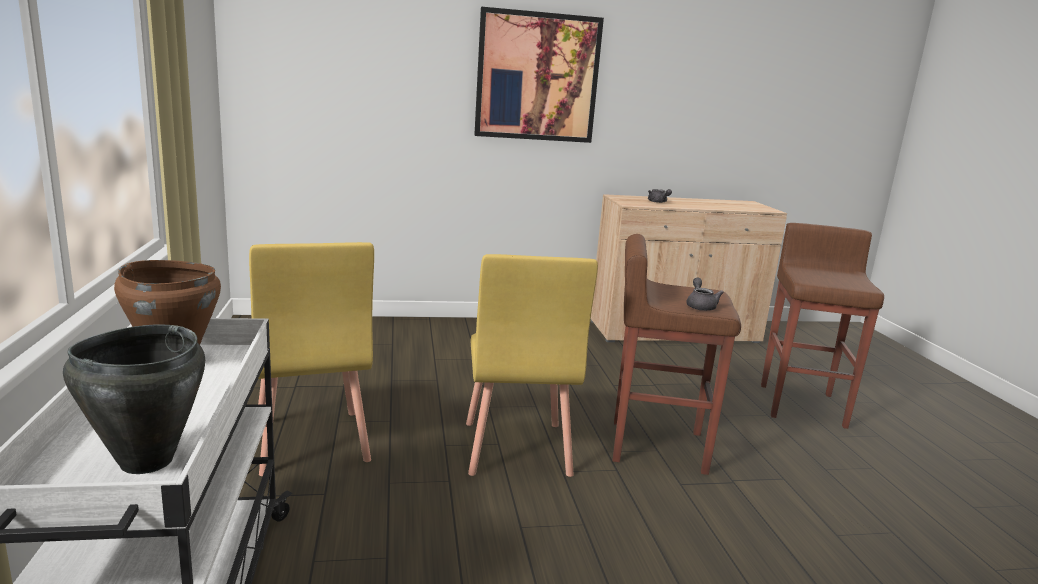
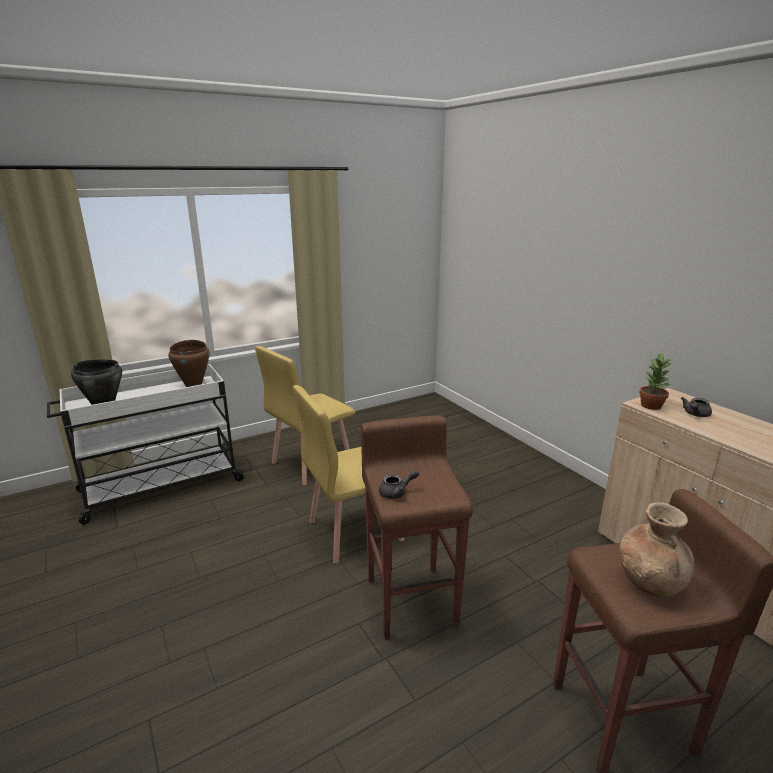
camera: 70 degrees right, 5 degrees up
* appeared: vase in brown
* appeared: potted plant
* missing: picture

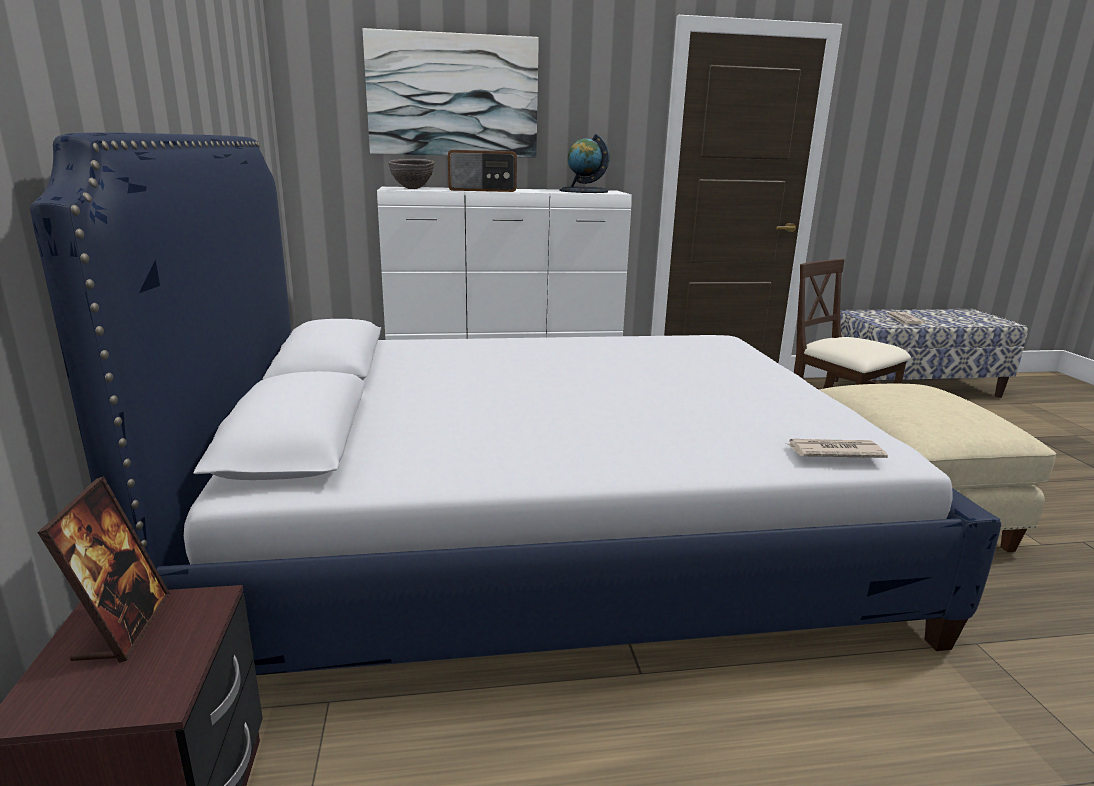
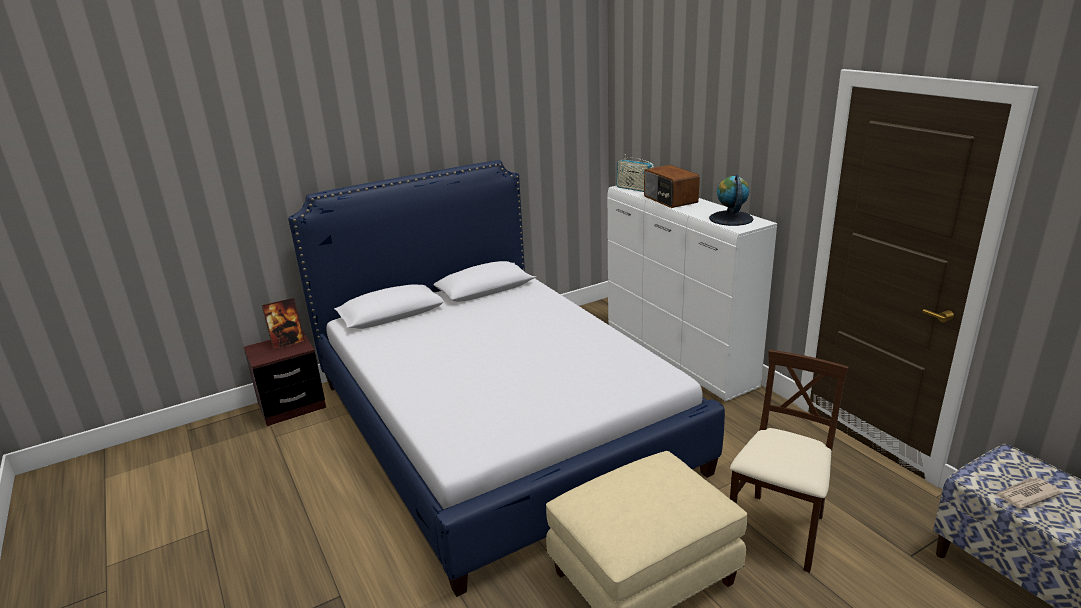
camera: 70 degrees right, 5 degrees up
* exchanged: bowl in brown to radio (no. 1 from left)
* missing: picture
* missing: newspaper (no. 1 from left)

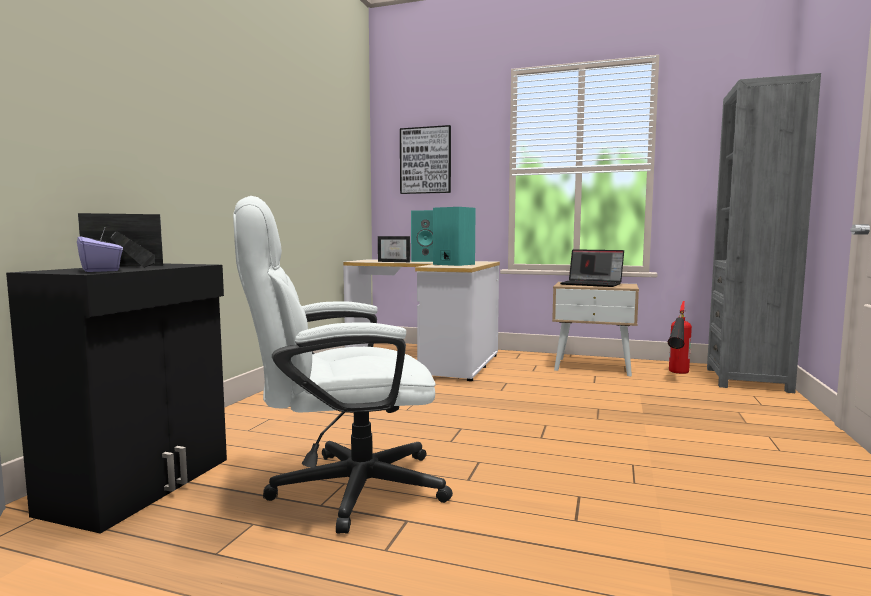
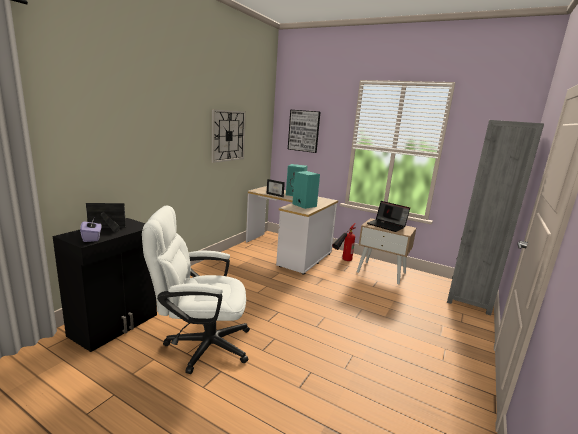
camera: 10 degrees right, 10 degrees up
* appeared: wall clock
* relocated: fire extinguisher

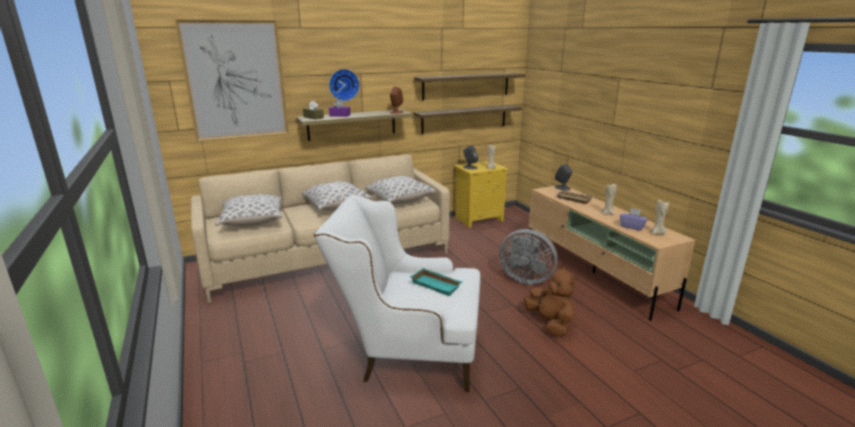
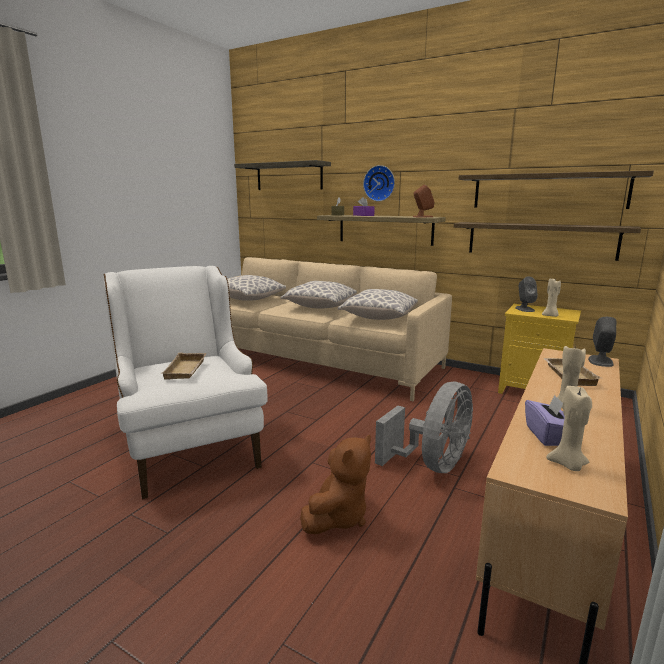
camera: 55 degrees right, 5 degrees down
* colour: tray in turquoise to tray in beige (no. 1 from left)
* exchanged: picture to shelf (no. 1 from left)
* spun: fan in grey 135 degrees counterclockwise

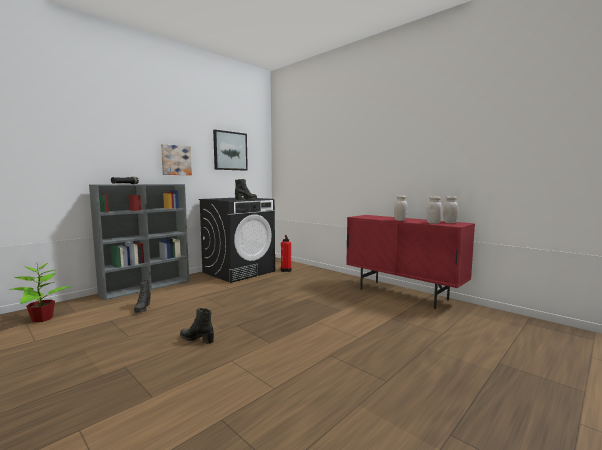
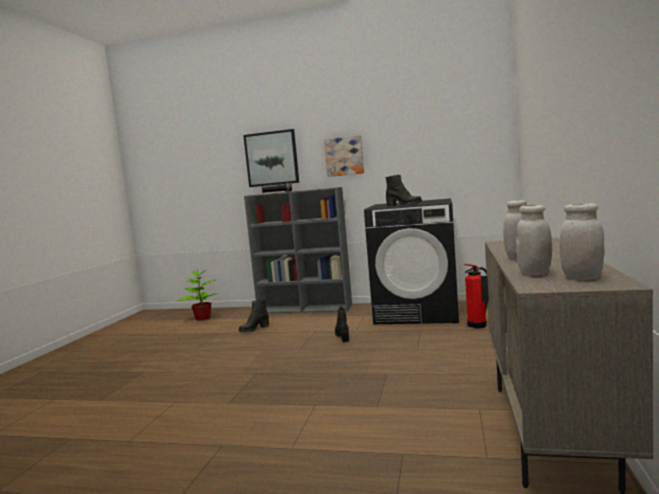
camera: 60 degrees right, 0 degrees up
* relocated: picture (no. 2 from left in the first image) to picture (no. 1 from left)
* relocated: boot in black (no. 2 from left)
* colour: cabinet in red to cabinet in beige

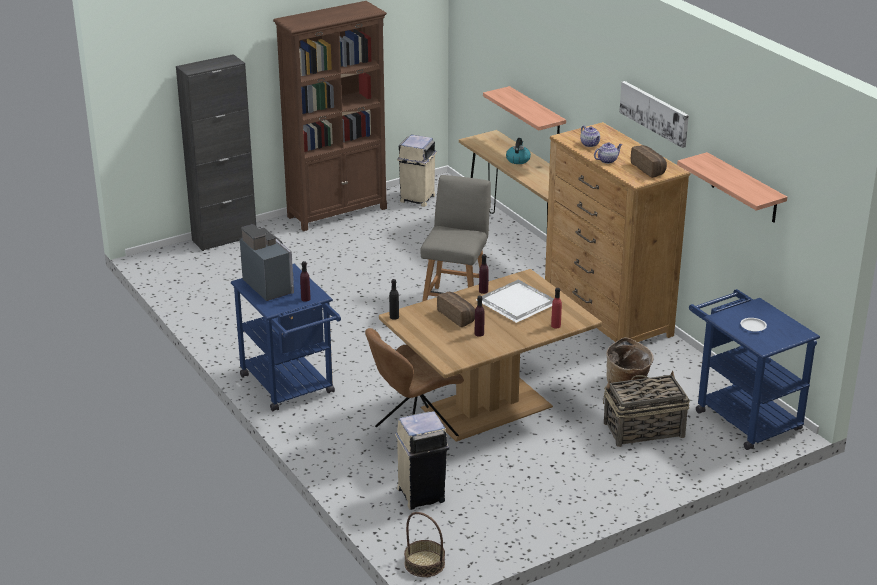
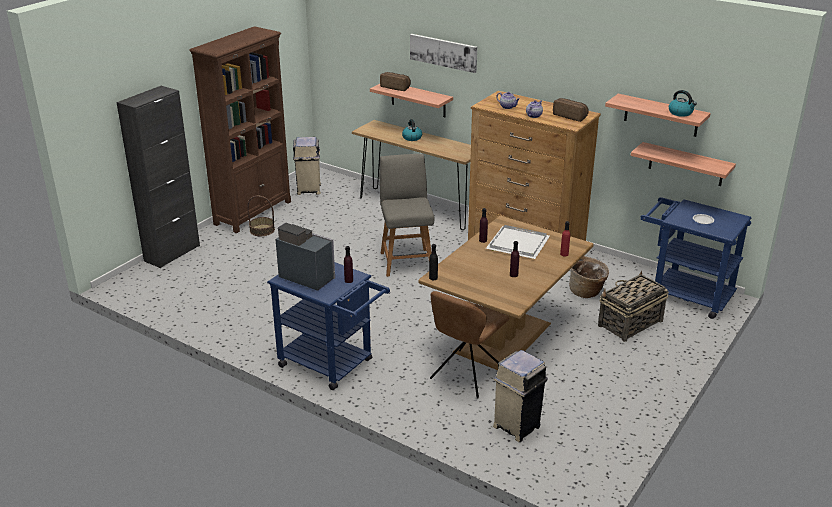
camera: 25 degrees left, 0 degrees up
* relocated: basket (no. 1 from left)
* relocated: bread (no. 1 from left)
* relocated: picture
* appeared: shelf (no. 3 from left)
* appeared: kettle (no. 2 from left)

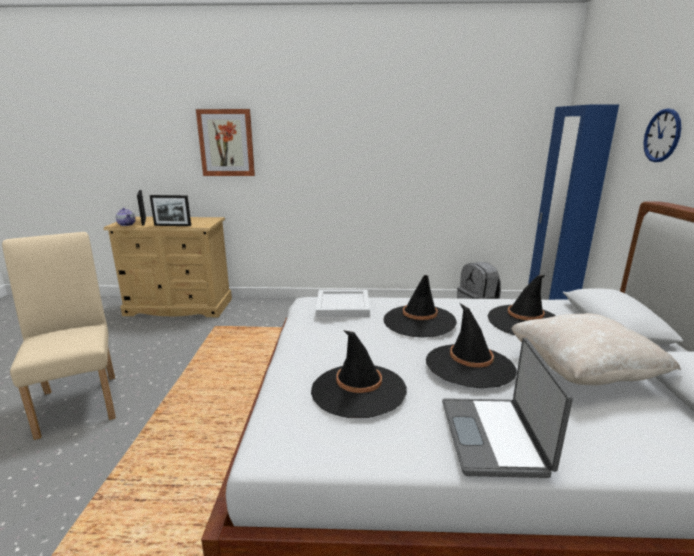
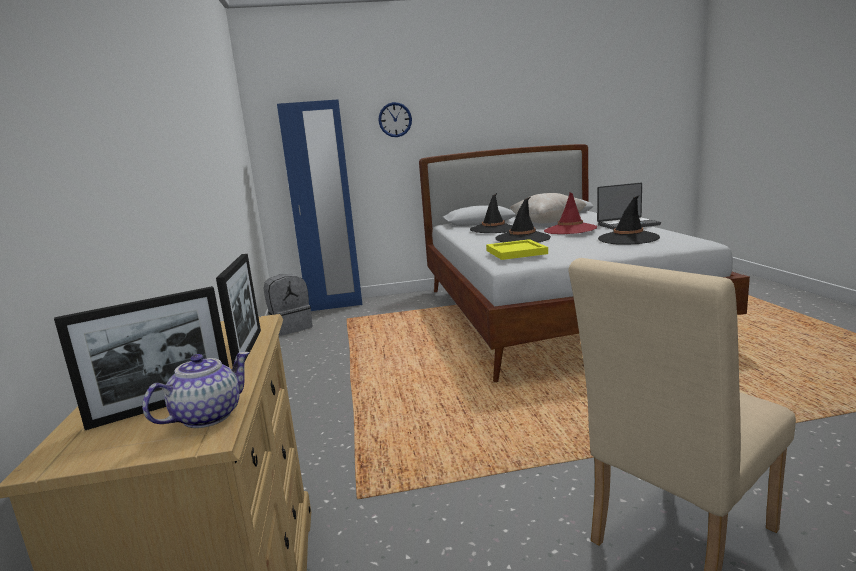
camera: 100 degrees left, 5 degrees down
* colour: tray in white to tray in yellow
* colour: hat in black (no. 3 from left) to hat in red
* missing: picture

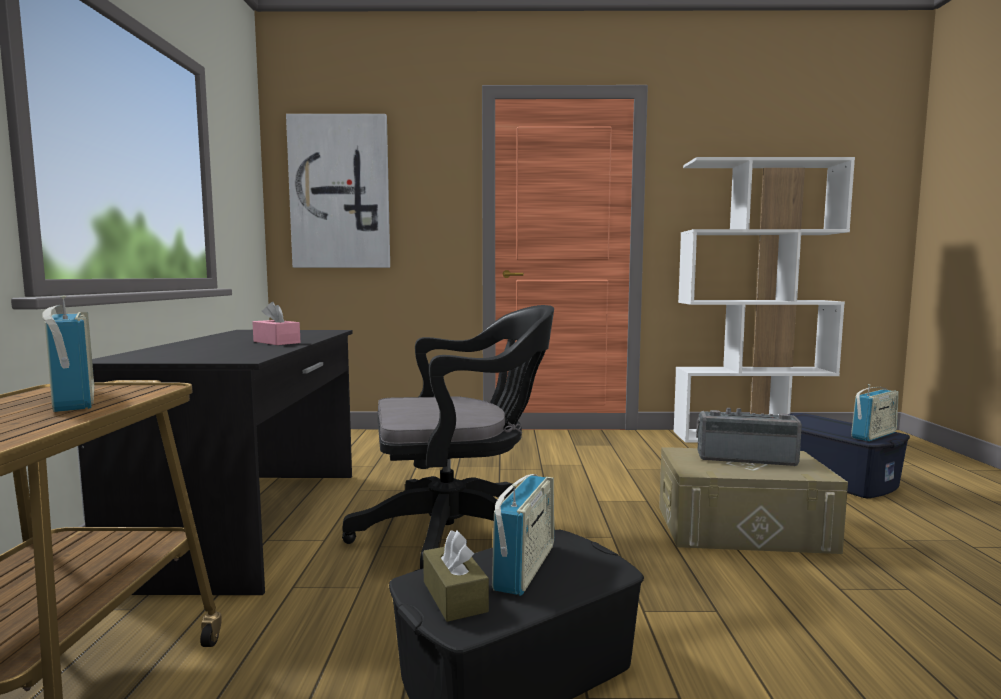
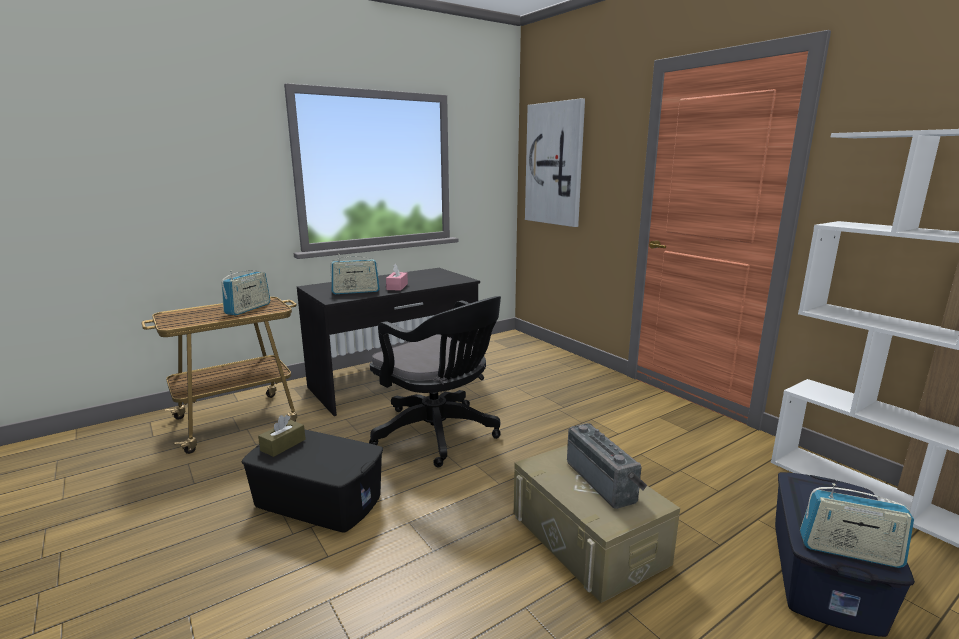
camera: 55 degrees right, 10 degrees up
* relocated: radio (no. 2 from left)

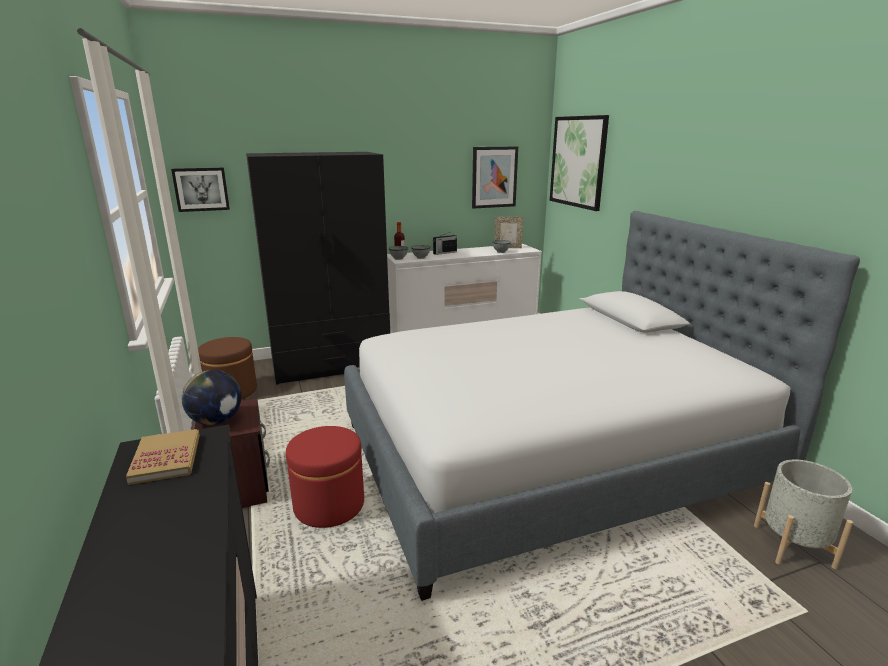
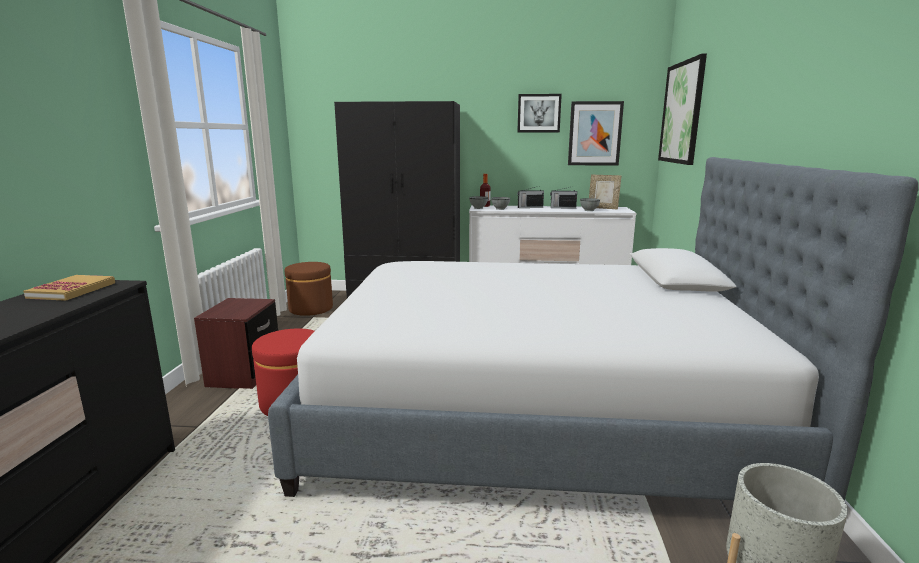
camera: 25 degrees right, 5 degrees down
* relocated: picture (no. 1 from left)
* appeared: radio (no. 2 from left)
* missing: globe

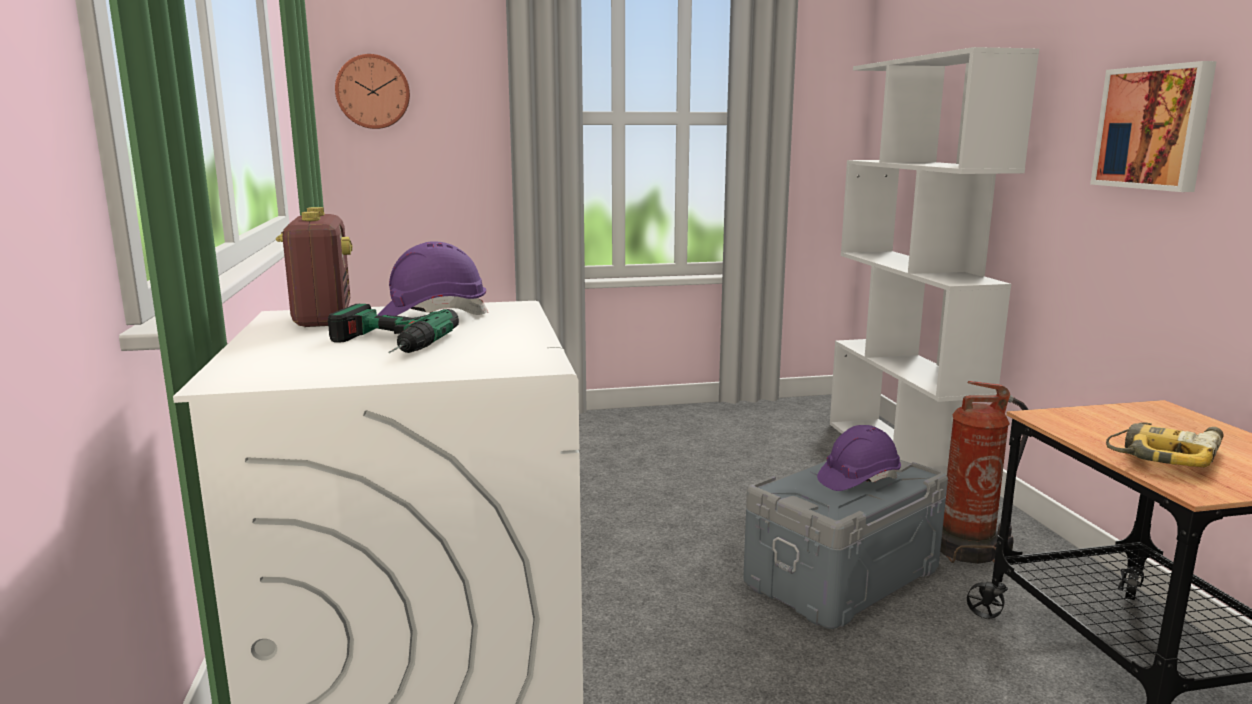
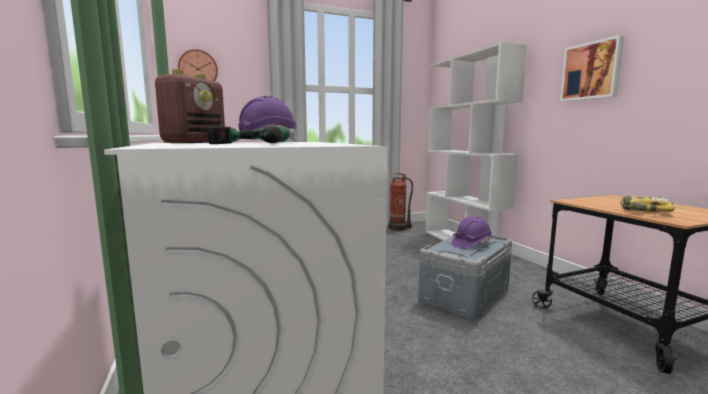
camera: 10 degrees left, 5 degrees down
* spun: radio 45 degrees clockwise
* relocated: fire extinguisher

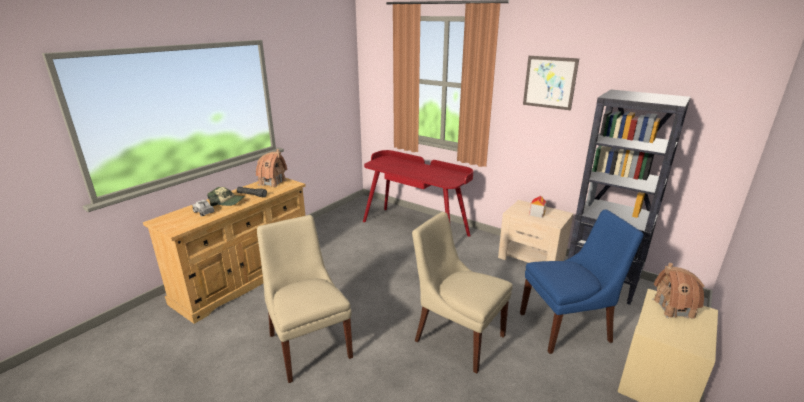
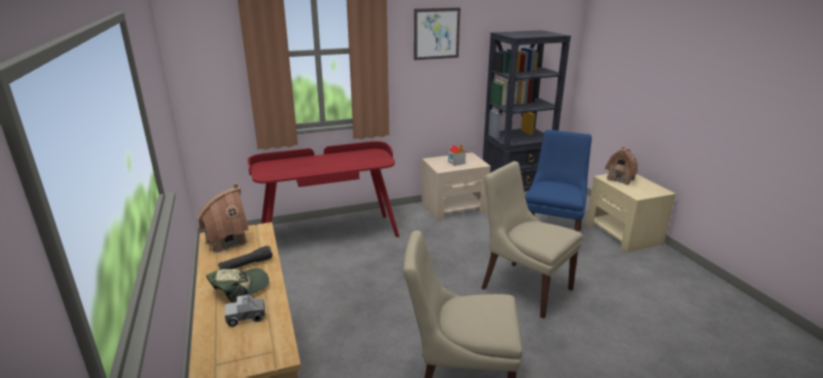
camera: 55 degrees left, 0 degrees up
* spun: chair in beige (no. 2 from left) 60 degrees clockwise

